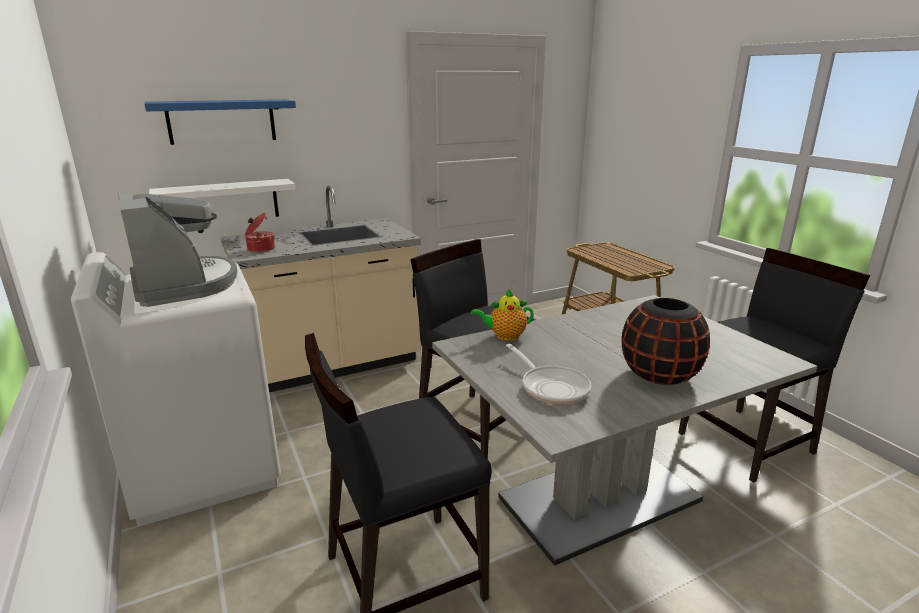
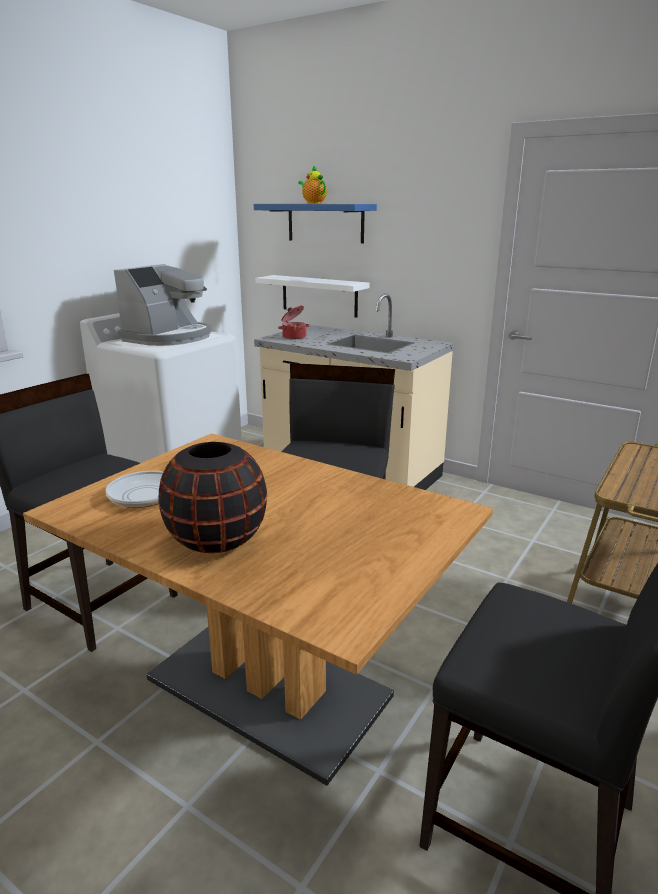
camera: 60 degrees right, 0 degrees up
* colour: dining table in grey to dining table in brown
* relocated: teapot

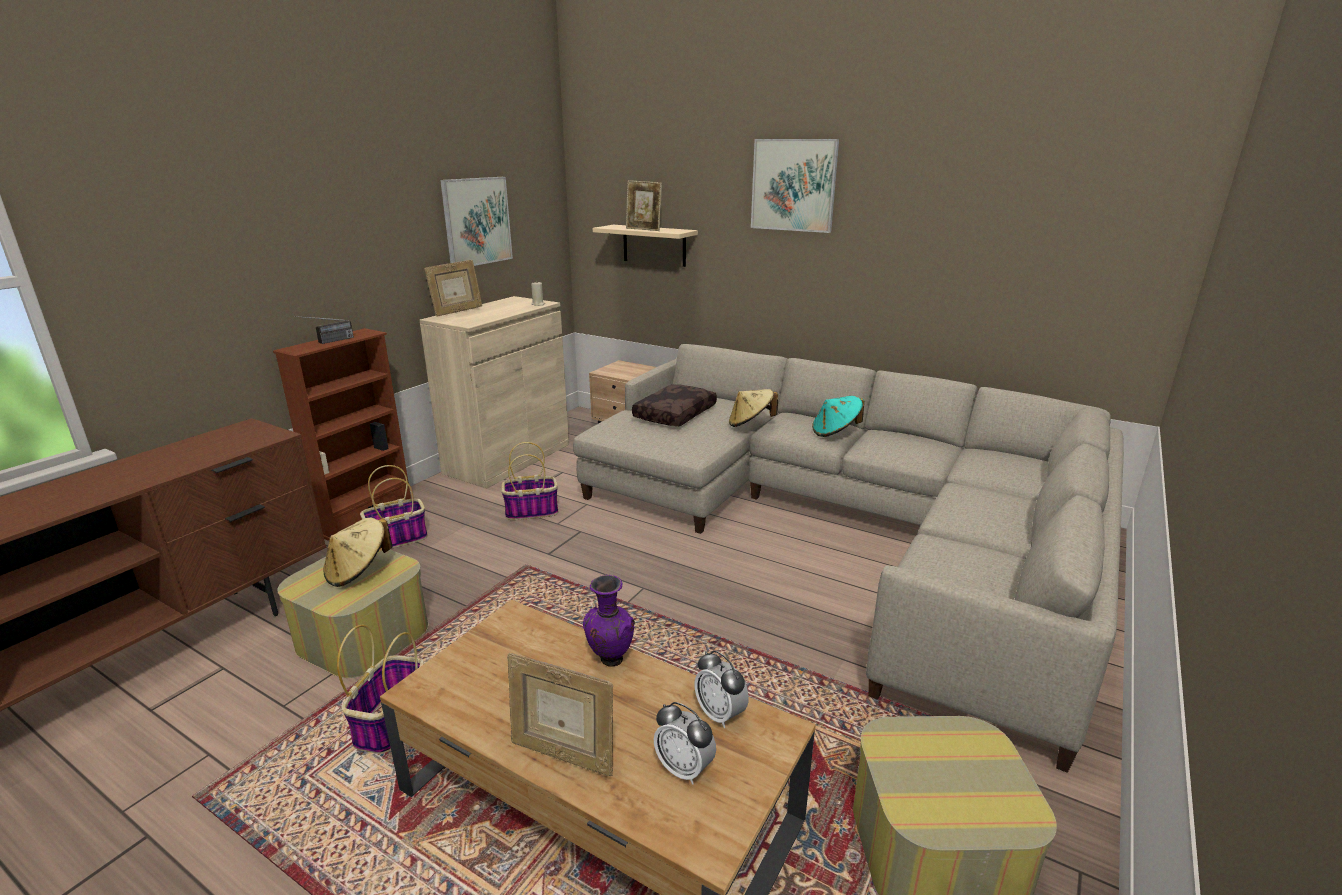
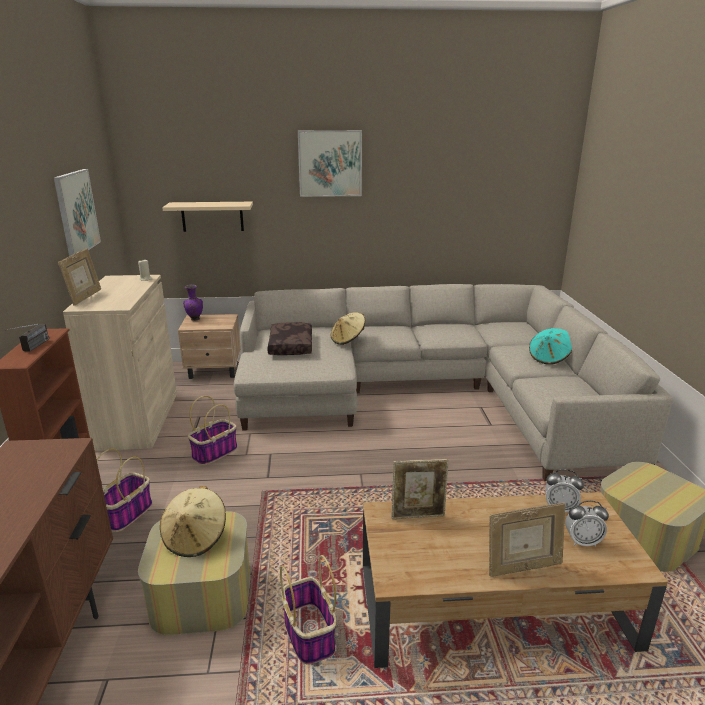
camera: 35 degrees left, 0 degrees up
* relocated: vase in purple
* relocated: picture frame (no. 3 from left in the first image) to picture frame (no. 2 from left)
* relocated: hat in turquoise

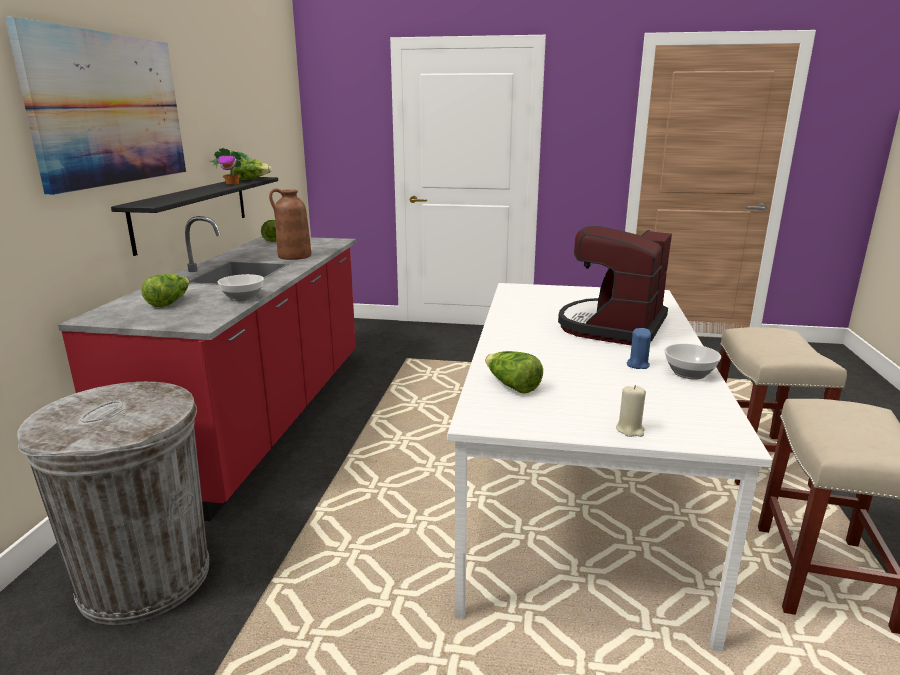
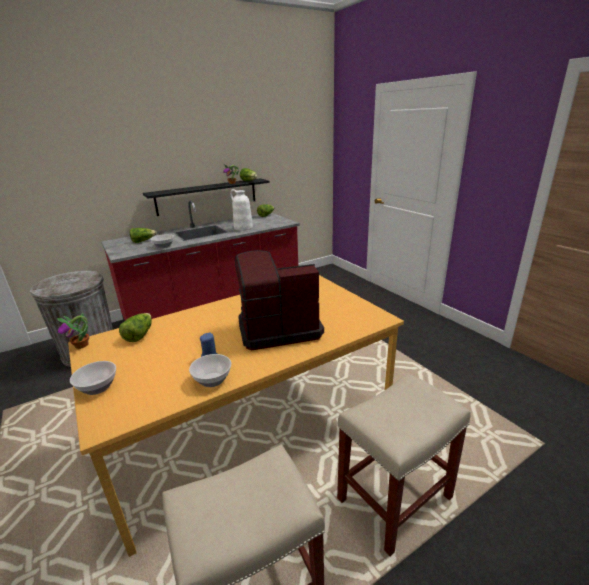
camera: 50 degrees right, 5 degrees up
* appeared: potted plant (no. 1 from left)
* colour: dining table in white to dining table in orange
* exchanged: candle in beige to bowl (no. 1 from left)
* colour: vase in brown to vase in white
* missing: picture

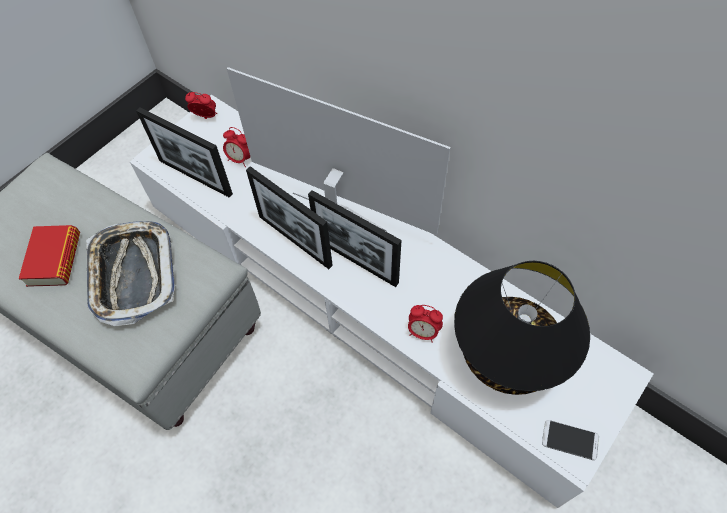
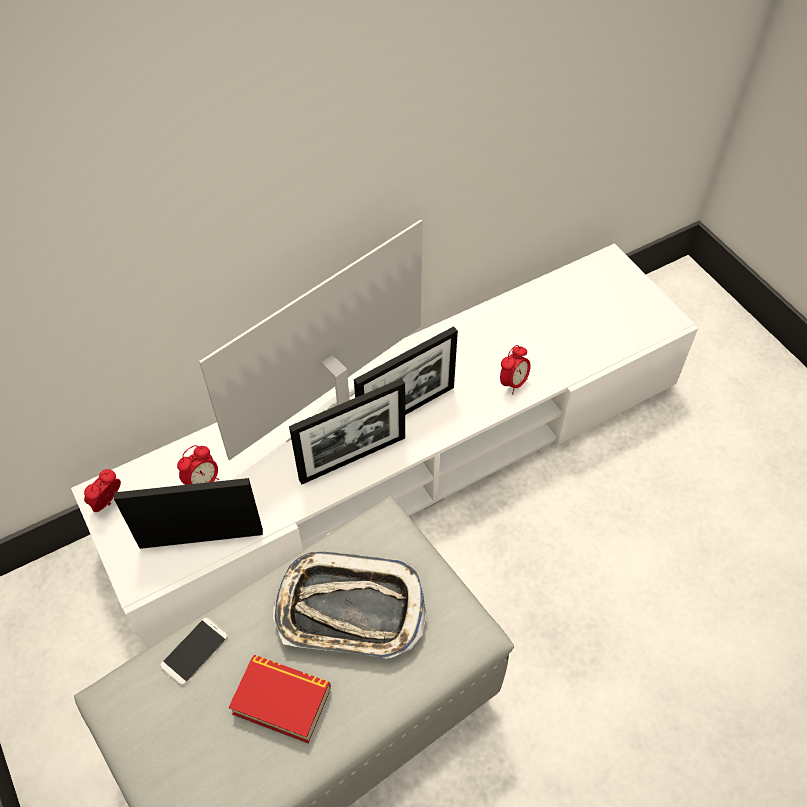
camera: 70 degrees left, 5 degrees down
* spun: picture frame (no. 1 from left) 150 degrees counterclockwise
* relocated: phone
* missing: table lamp in black

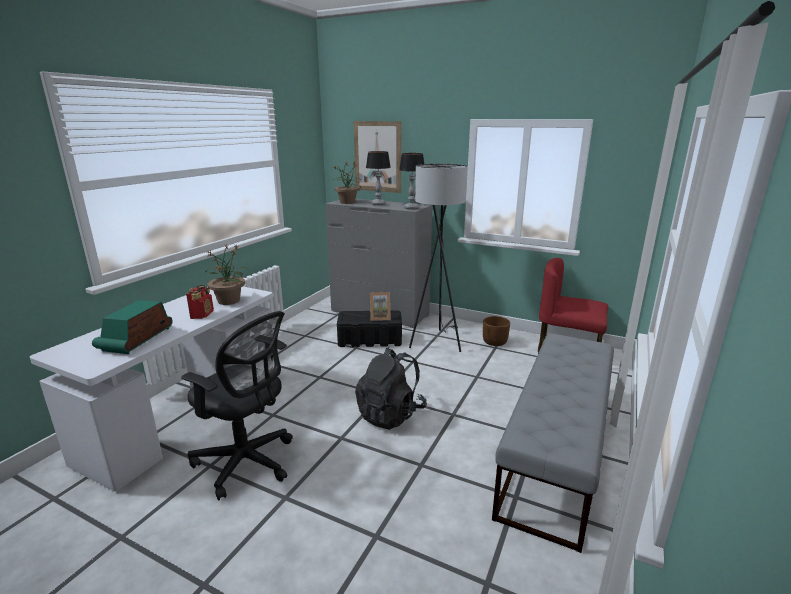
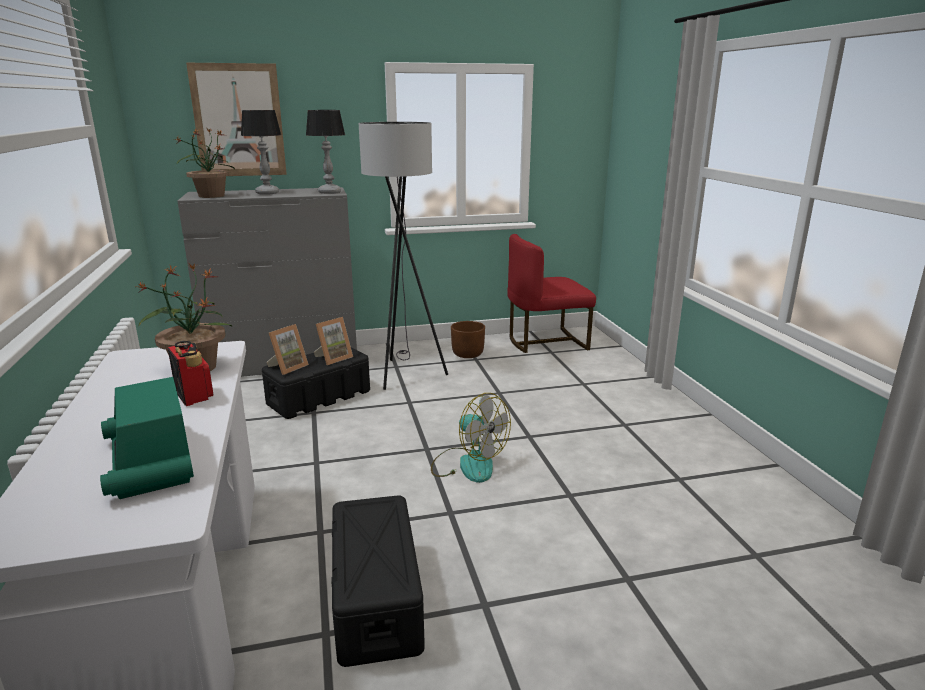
camera: 40 degrees left, 0 degrees up
* appeared: picture frame (no. 1 from left)
* exchanged: office chair in black to storage box in black (no. 2 from left)
* exchanged: backpack in black to fan
* missing: bench in grey

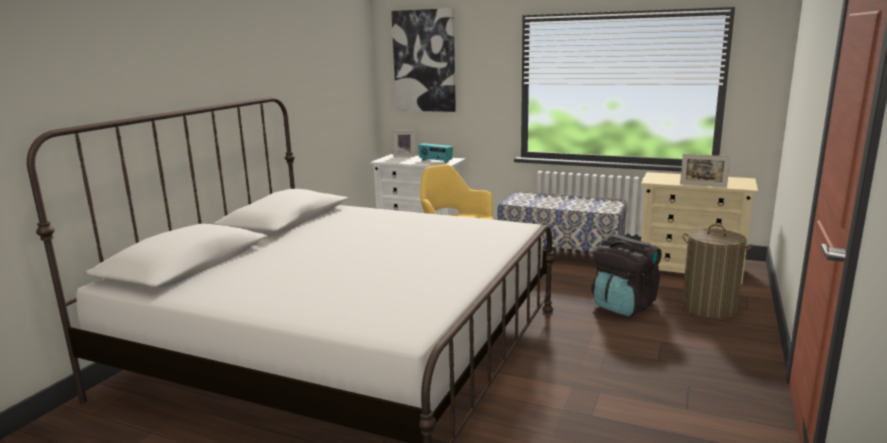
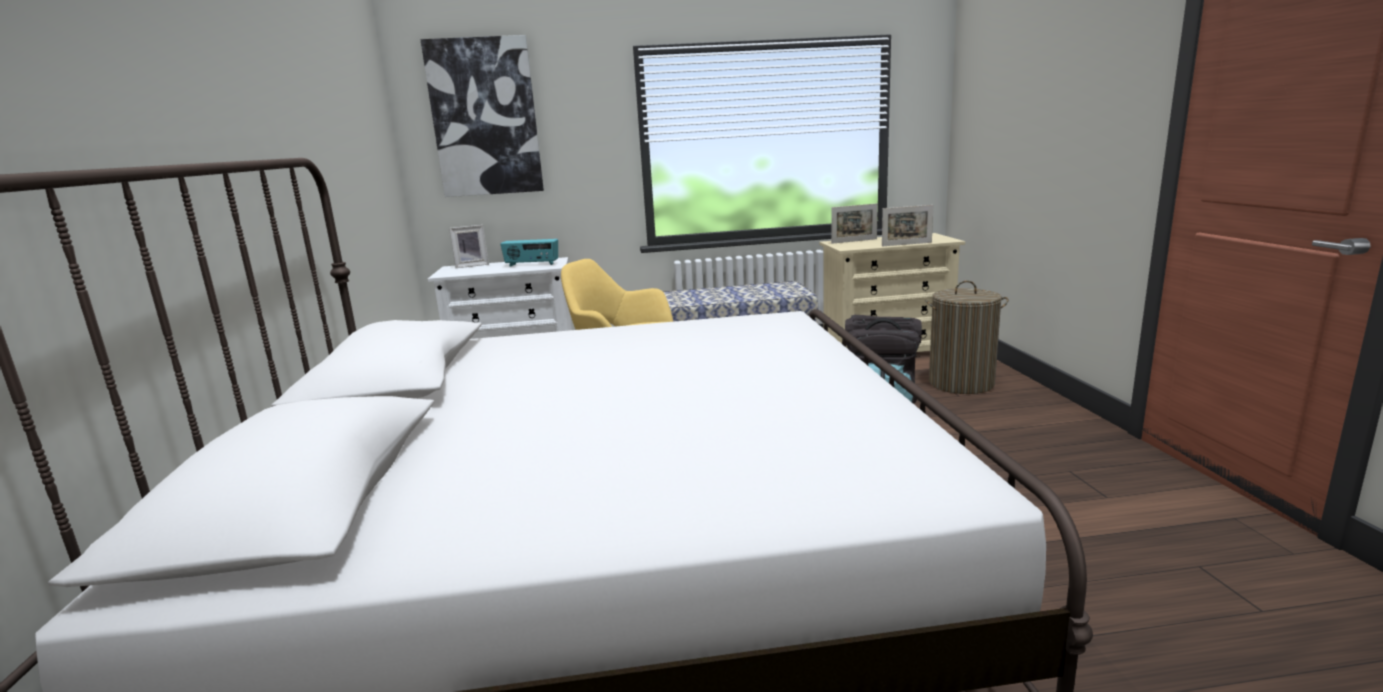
camera: 30 degrees left, 0 degrees up
* appeared: picture frame (no. 2 from left)

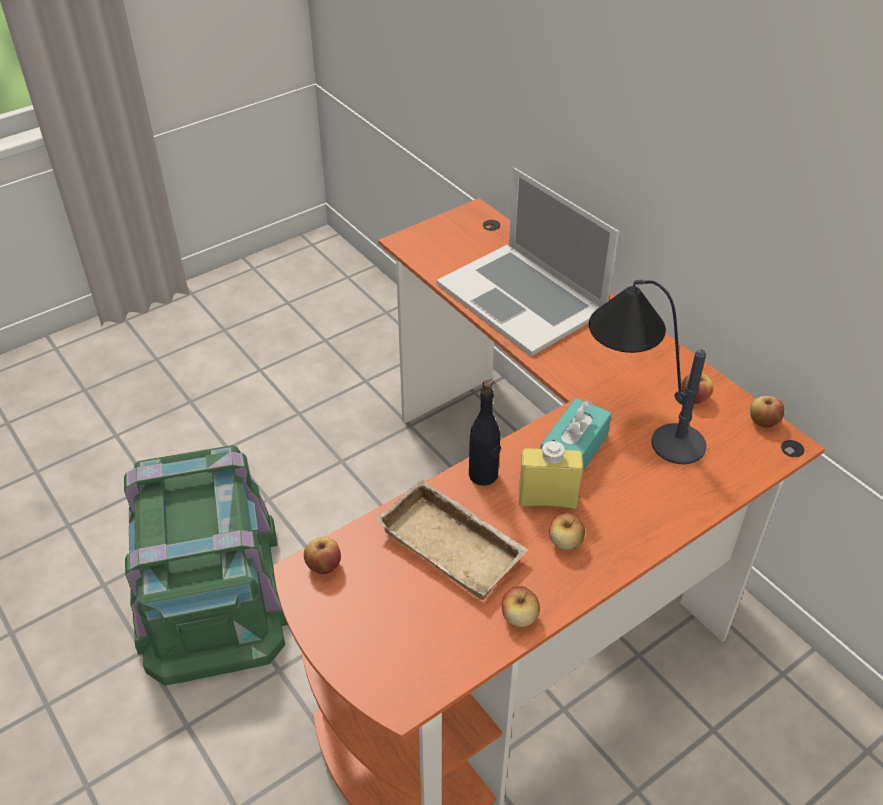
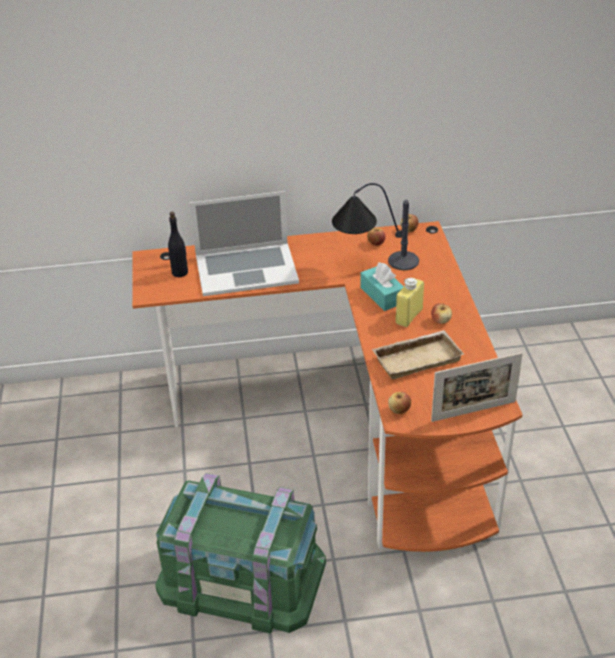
camera: 60 degrees left, 5 degrees down
* relocated: bottle in black
* appeared: picture frame
* missing: apple (no. 2 from left)

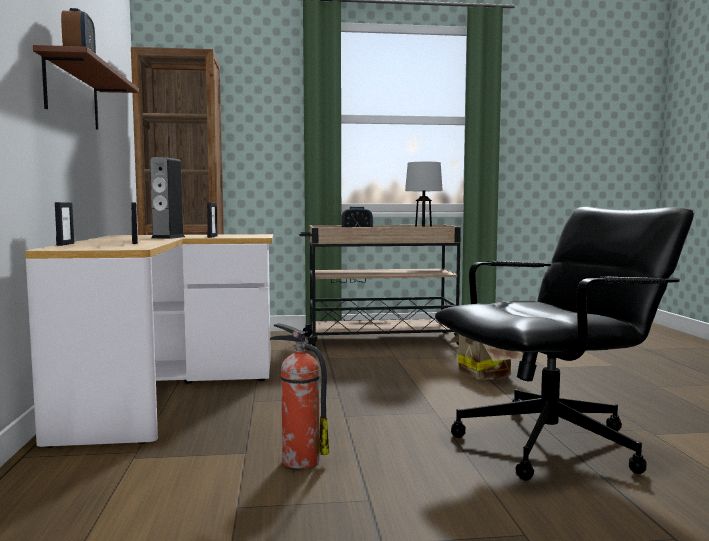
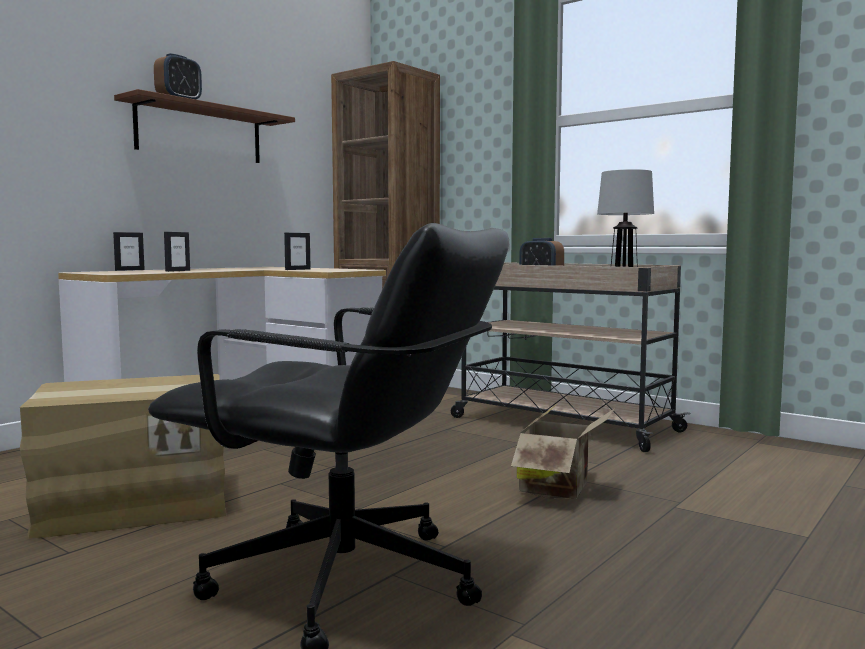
camera: 45 degrees right, 0 degrees up
* exchanged: fire extinguisher to cardboard box (no. 1 from left)
* missing: speaker

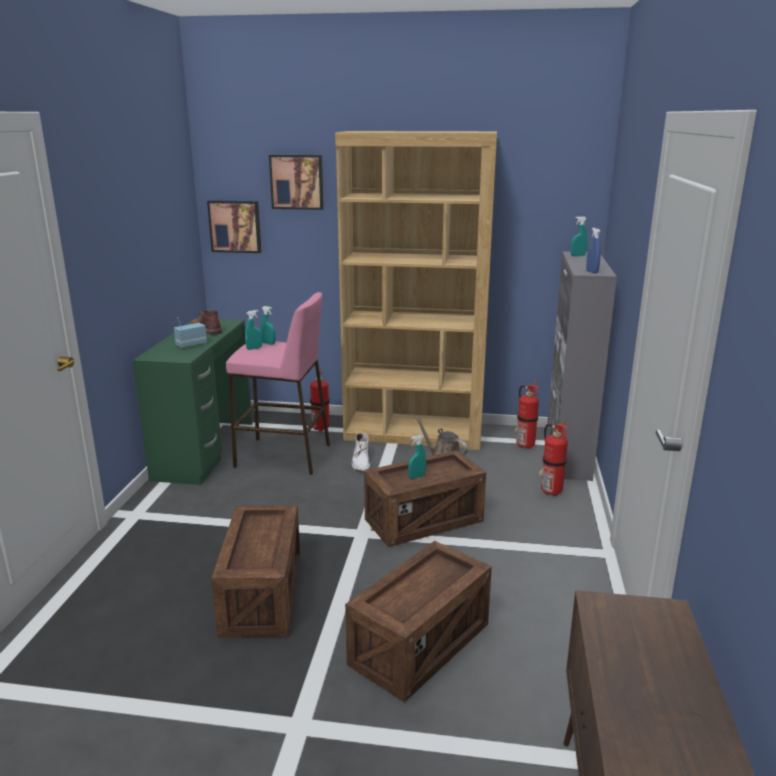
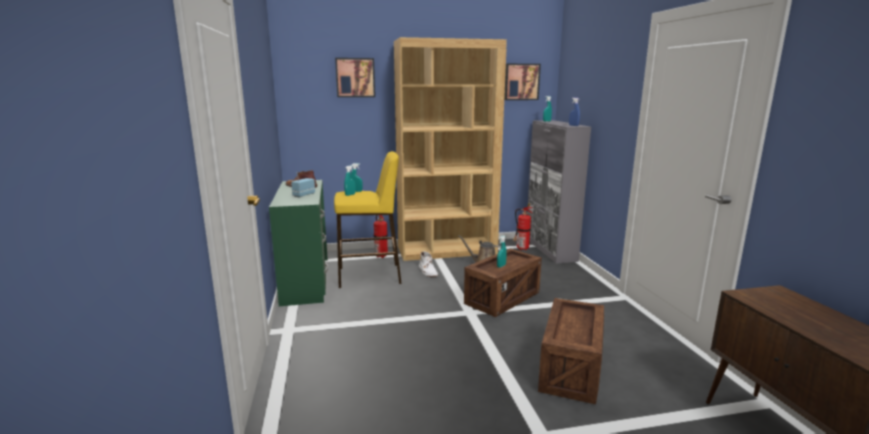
camera: 20 degrees left, 5 degrees down
* colour: stool in pink to stool in yellow
* relocated: picture (no. 1 from left in the first image) to picture (no. 2 from left)
* missing: crate (no. 1 from left)
* missing: fire extinguisher (no. 3 from left)

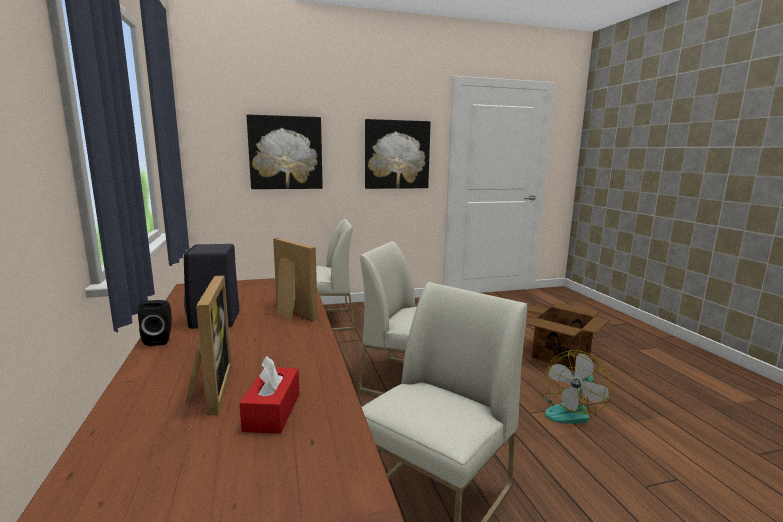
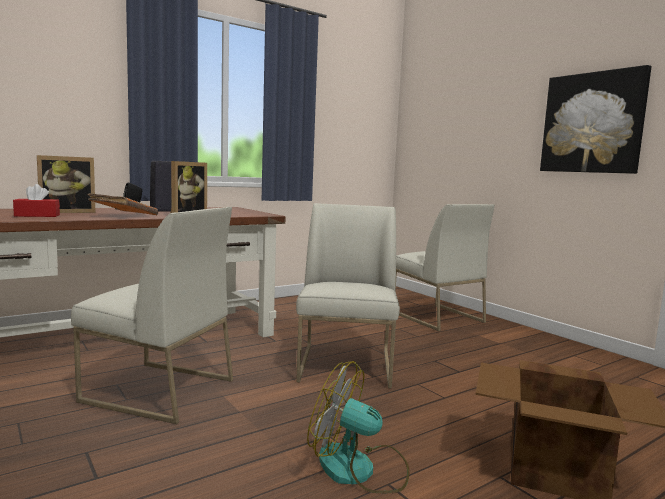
camera: 70 degrees right, 5 degrees down
* appeared: book in orange
* missing: picture (no. 1 from left)

